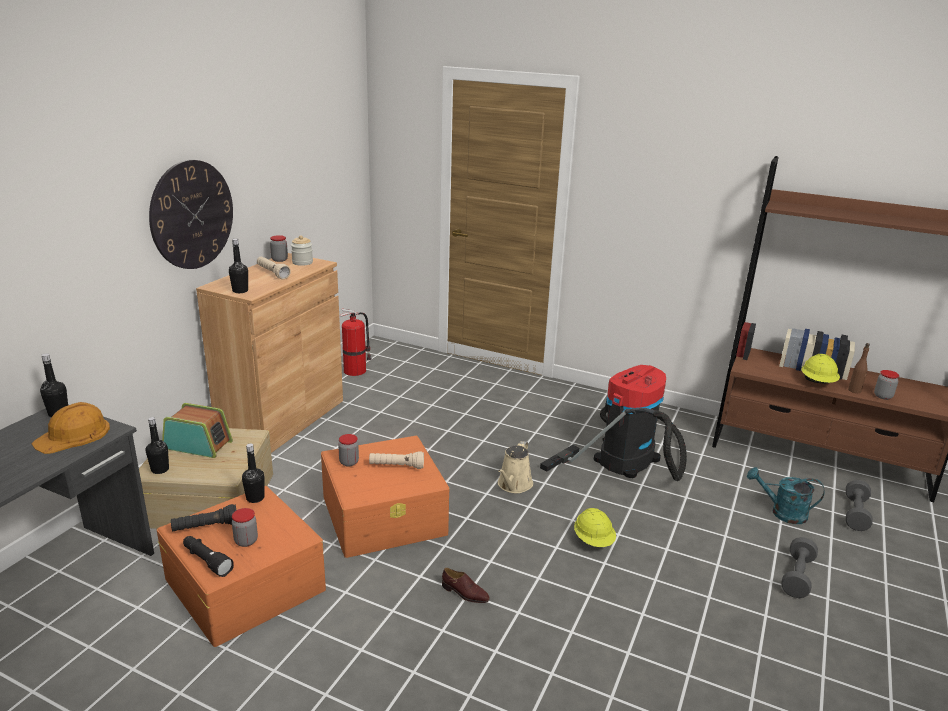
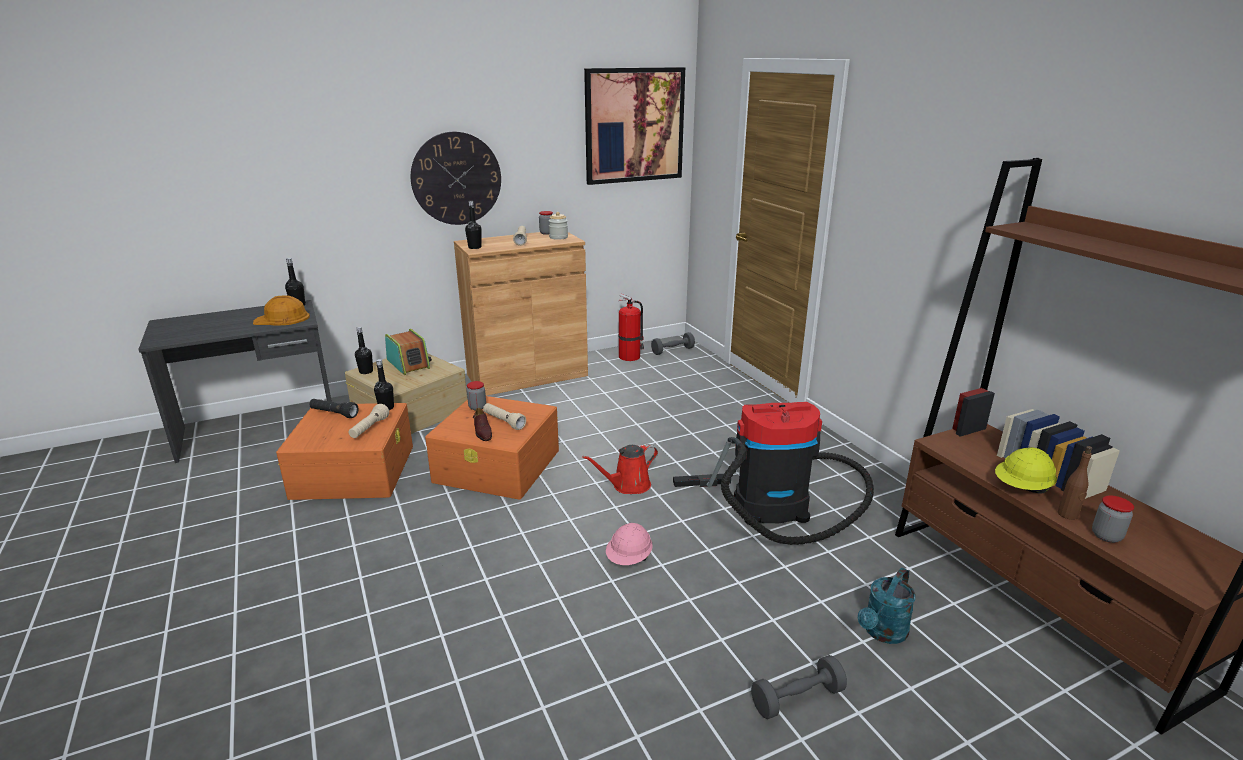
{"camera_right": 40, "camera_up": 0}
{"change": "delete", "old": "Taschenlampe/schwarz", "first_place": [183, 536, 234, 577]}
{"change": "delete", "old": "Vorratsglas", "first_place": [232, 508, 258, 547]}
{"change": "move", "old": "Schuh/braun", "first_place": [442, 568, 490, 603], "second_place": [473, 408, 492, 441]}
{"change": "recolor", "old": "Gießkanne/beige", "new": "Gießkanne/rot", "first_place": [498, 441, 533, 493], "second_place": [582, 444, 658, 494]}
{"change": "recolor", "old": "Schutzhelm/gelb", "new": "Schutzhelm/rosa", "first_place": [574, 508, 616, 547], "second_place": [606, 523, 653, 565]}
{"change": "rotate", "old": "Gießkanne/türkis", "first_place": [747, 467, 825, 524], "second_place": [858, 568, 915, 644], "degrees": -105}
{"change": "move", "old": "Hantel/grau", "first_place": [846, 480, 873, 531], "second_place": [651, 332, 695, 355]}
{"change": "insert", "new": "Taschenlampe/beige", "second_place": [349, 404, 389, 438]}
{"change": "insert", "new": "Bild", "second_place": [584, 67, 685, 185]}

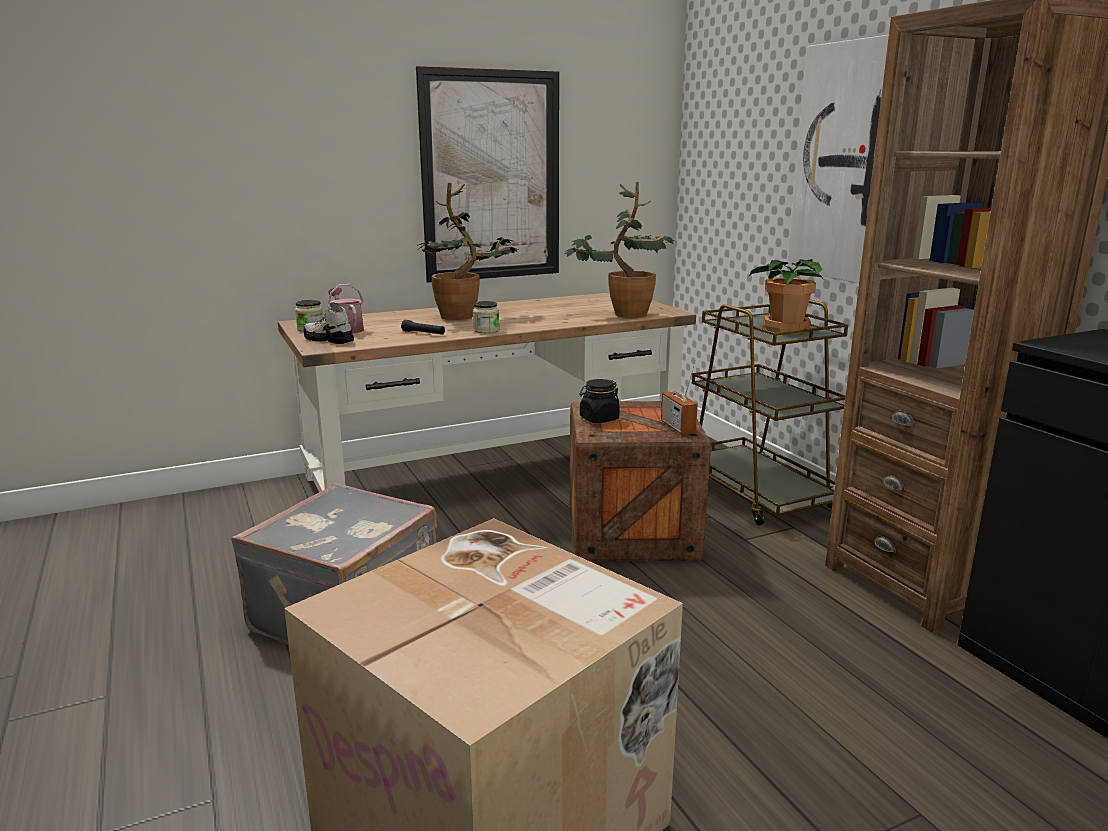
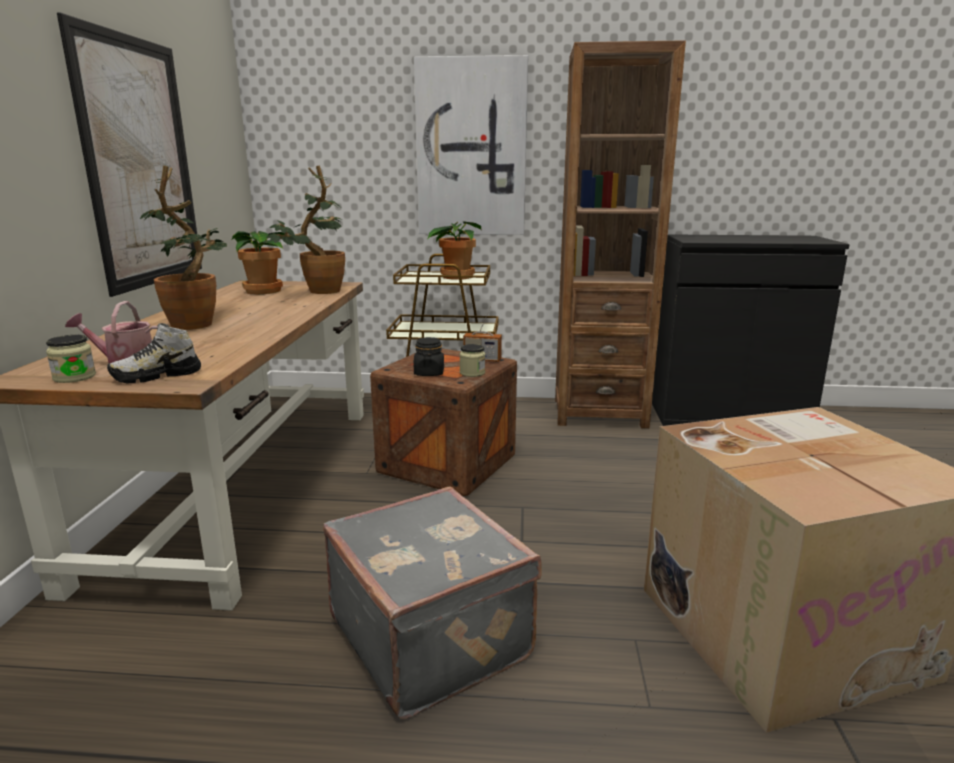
{"camera_right": -60, "camera_up": 0}
{"change": "delete", "old": "Taschenlampe/schwarz", "first_place": [401, 320, 445, 335]}
{"change": "move", "old": "Vorratsglas", "first_place": [473, 301, 499, 333], "second_place": [460, 344, 485, 377]}
{"change": "insert", "new": "Topfpflanze", "second_place": [232, 231, 285, 295]}

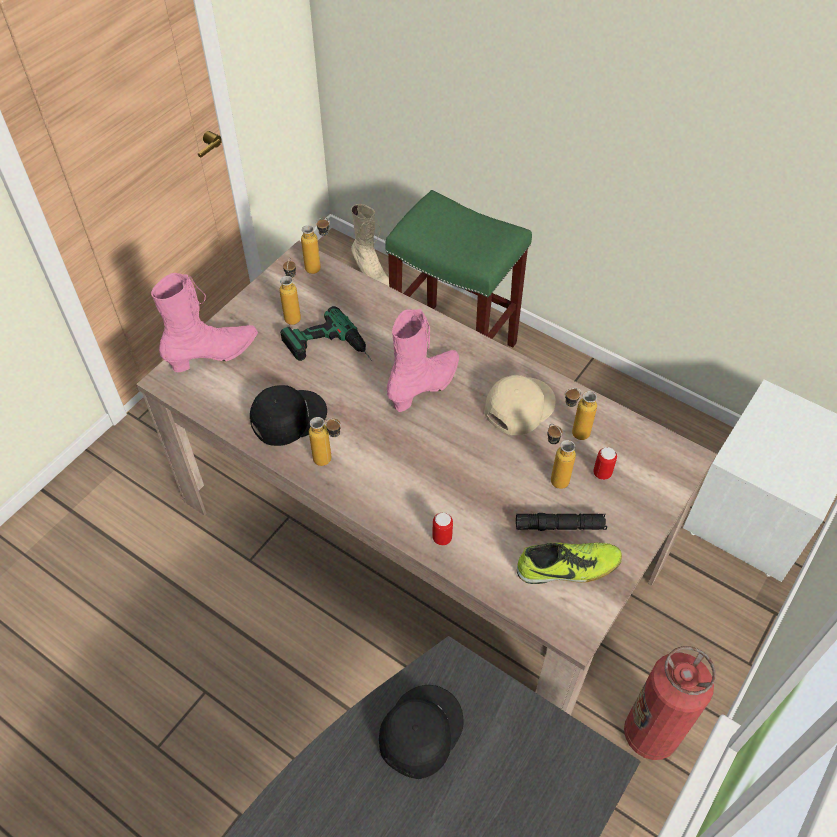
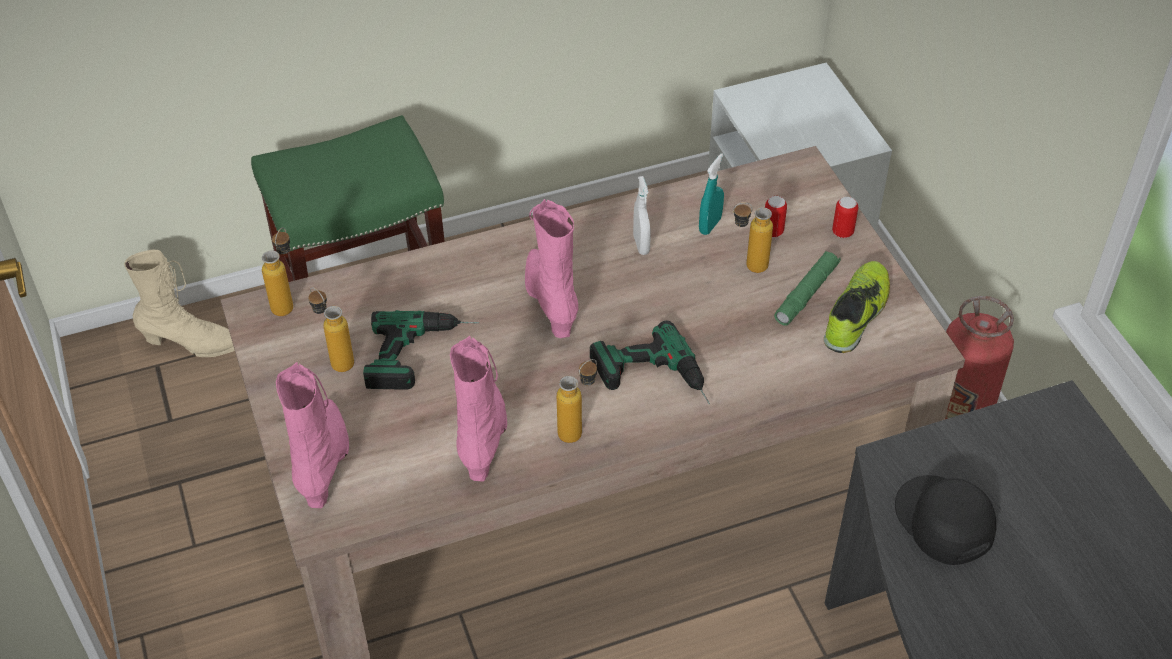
{"camera_right": -55, "camera_up": -5}
{"change": "replace", "old": "Kappe/schwarz", "new": "Stiefel/rosa", "first_place": [250, 385, 327, 446], "second_place": [450, 336, 507, 482]}
{"change": "move", "old": "Dose", "first_place": [432, 512, 453, 545], "second_place": [832, 197, 858, 238]}
{"change": "replace", "old": "Kappe/beige", "new": "Sprühflasche/weiß", "first_place": [485, 375, 556, 435], "second_place": [633, 176, 651, 255]}
{"change": "recolor", "old": "Taschenlampe/schwarz", "new": "Taschenlampe/grün", "first_place": [516, 513, 607, 531], "second_place": [774, 251, 841, 326]}
{"change": "replace", "old": "Flasche", "new": "Sprühflasche/türkis", "first_place": [565, 388, 597, 440], "second_place": [699, 153, 724, 235]}
{"change": "insert", "new": "Bohrmaschine", "second_place": [590, 321, 710, 404]}

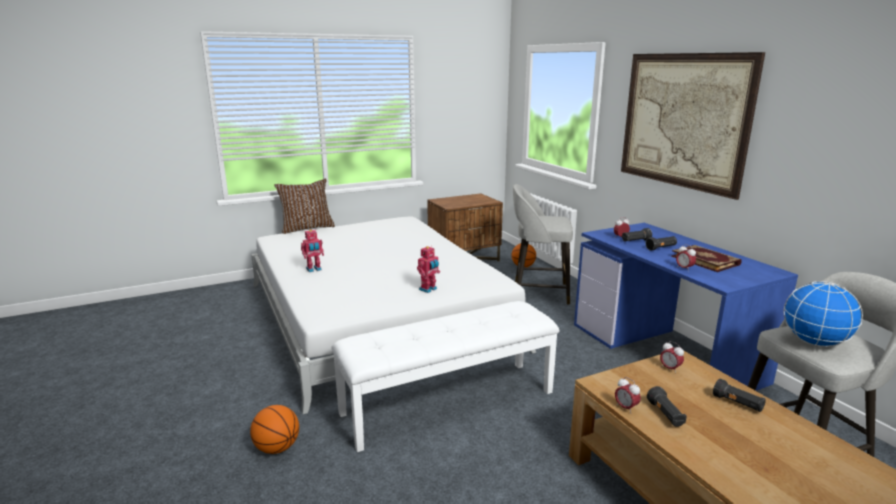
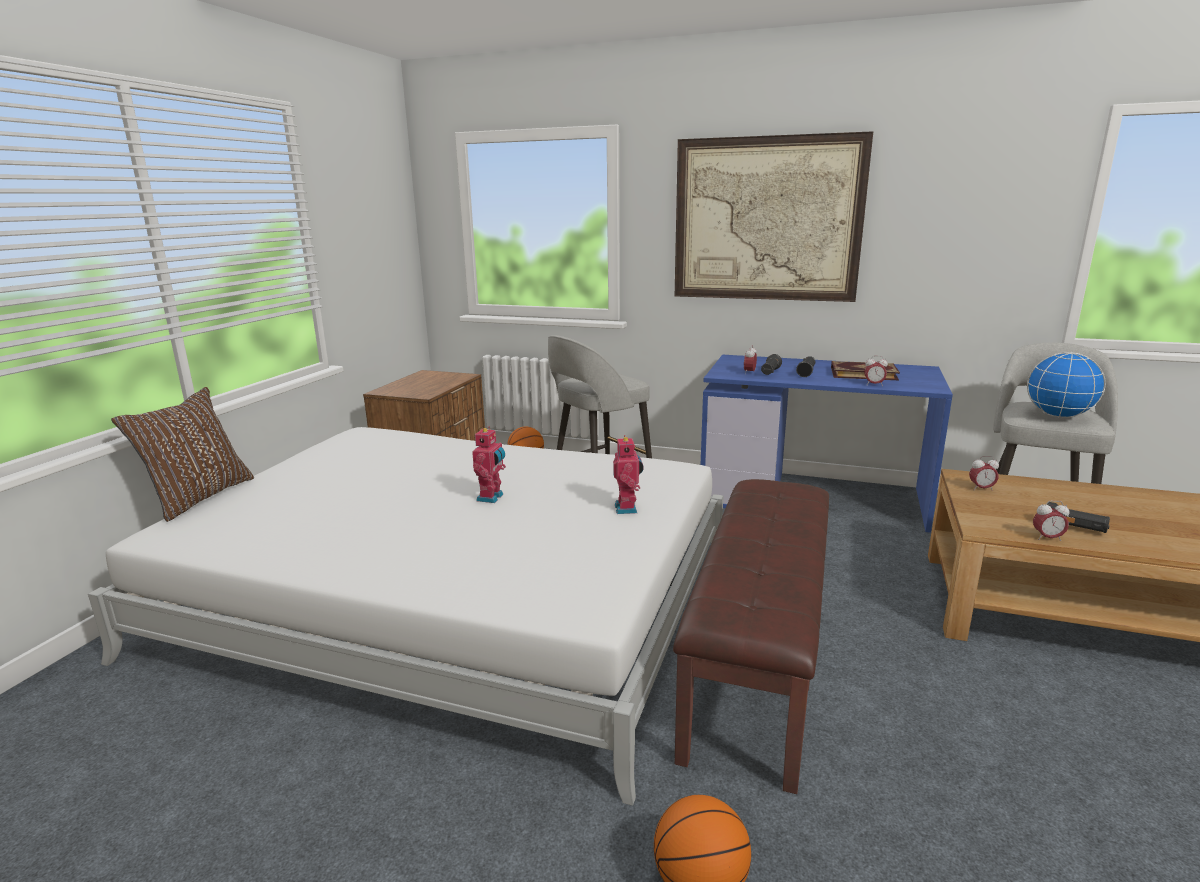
{"camera_right": -45, "camera_up": 0}
{"change": "move", "old": "Spielzeugroboter", "first_place": [301, 229, 324, 272], "second_place": [472, 427, 506, 503]}
{"change": "recolor", "old": "Bank/weiß", "new": "Bank/braun", "first_place": [331, 301, 560, 452], "second_place": [673, 479, 829, 794]}
{"change": "delete", "old": "Taschenlampe/schwarz", "first_place": [713, 379, 766, 412]}

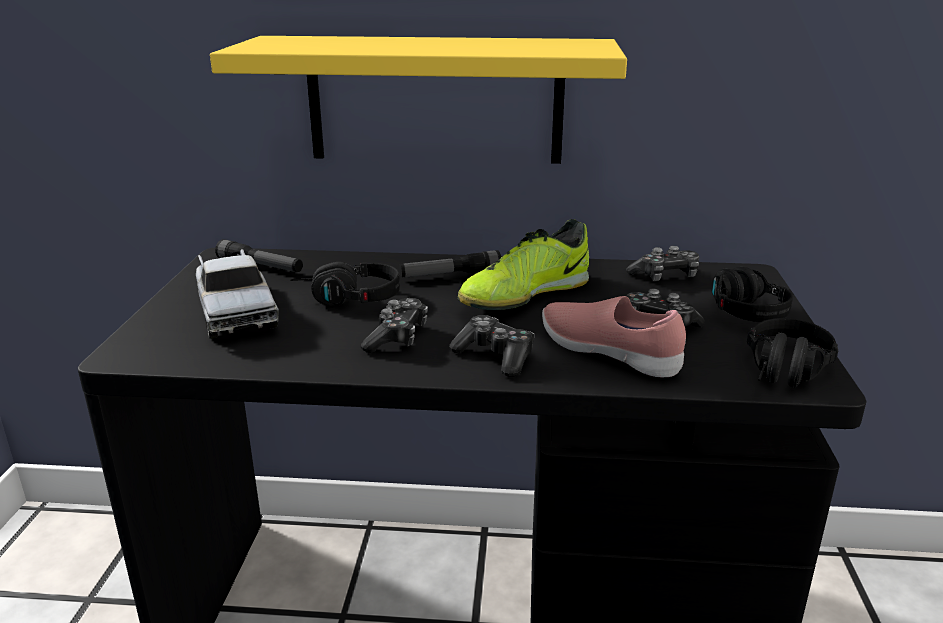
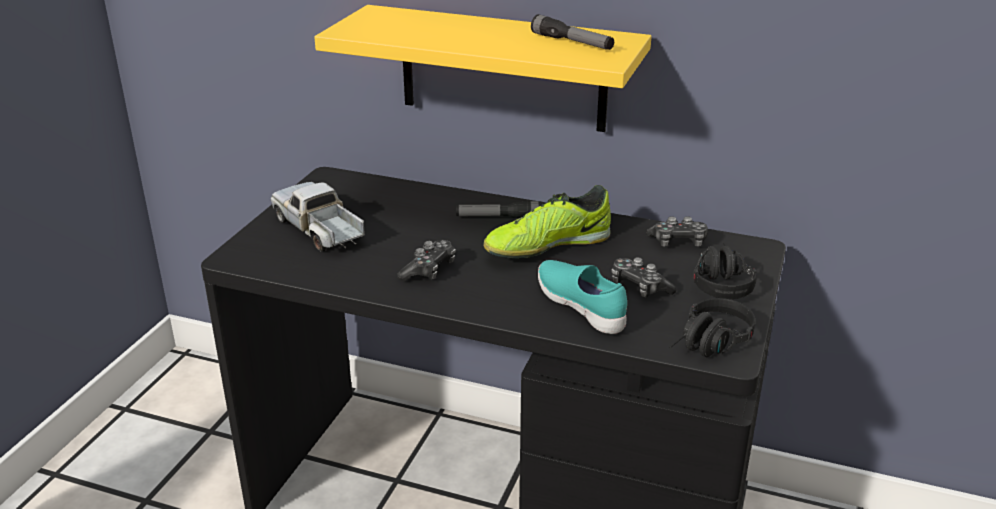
{"camera_right": 15, "camera_up": 5}
{"change": "rotate", "old": "Spielzeuglaster", "first_place": [196, 249, 279, 339], "second_place": [271, 182, 365, 252], "degrees": 150}
{"change": "move", "old": "Taschenlampe", "first_place": [215, 239, 303, 272], "second_place": [531, 14, 614, 50]}
{"change": "delete", "old": "Kopfhörer/schwarz", "first_place": [290, 262, 400, 306]}
{"change": "delete", "old": "Gamepad", "first_place": [449, 315, 535, 377]}
{"change": "recolor", "old": "Schuh/rosa", "new": "Schuh/türkis", "first_place": [542, 296, 686, 377], "second_place": [538, 260, 627, 334]}

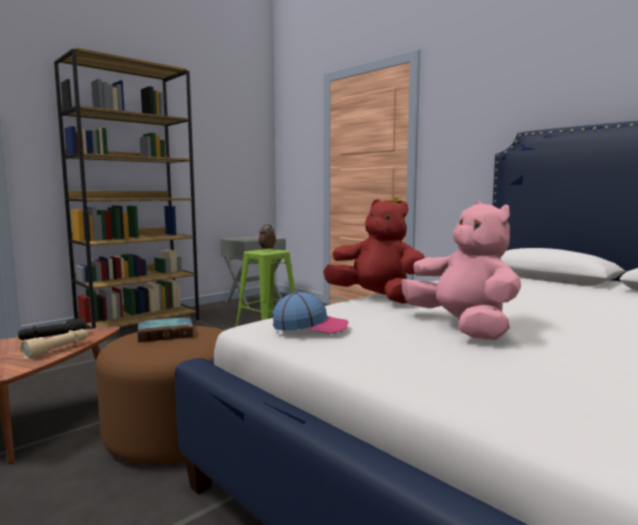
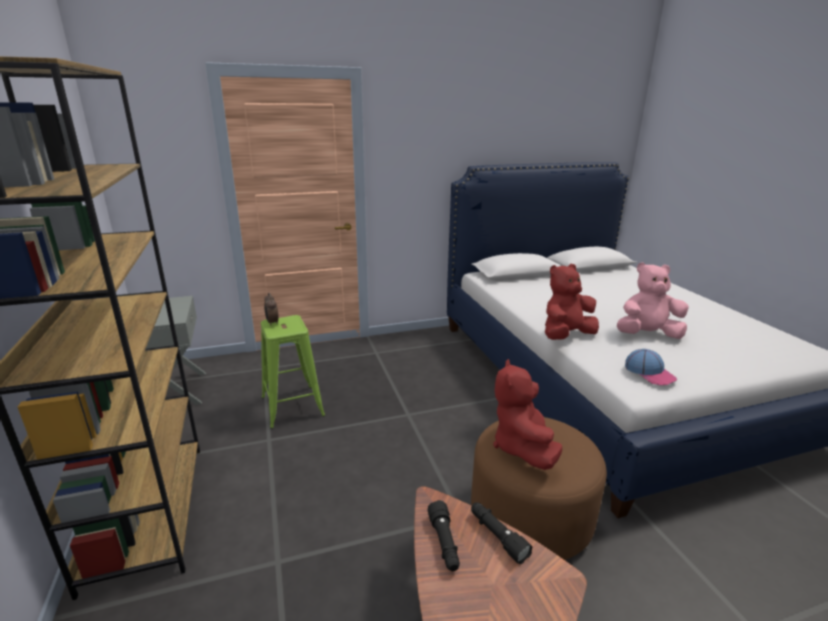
{"camera_right": -65, "camera_up": 15}
{"change": "recolor", "old": "Taschenlampe/beige", "new": "Taschenlampe/schwarz", "first_place": [20, 329, 89, 359], "second_place": [471, 502, 532, 564]}
{"change": "replace", "old": "Buch", "new": "Plüschtier/rot", "first_place": [138, 317, 193, 342], "second_place": [493, 359, 562, 470]}
{"change": "rotate", "old": "Kappe", "first_place": [272, 291, 349, 334], "second_place": [625, 349, 678, 385], "degrees": 120}

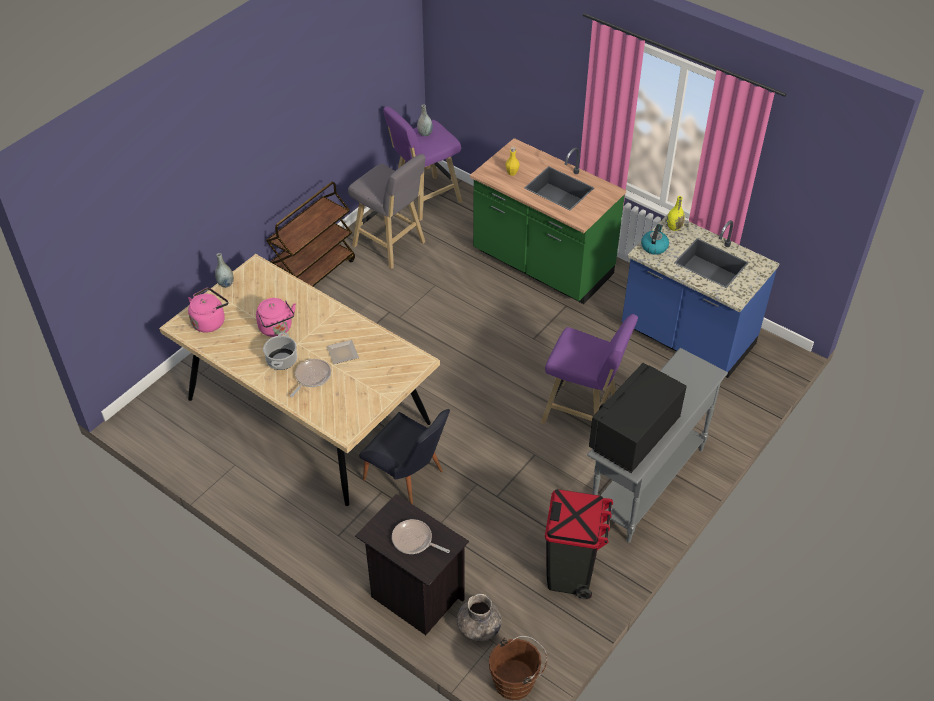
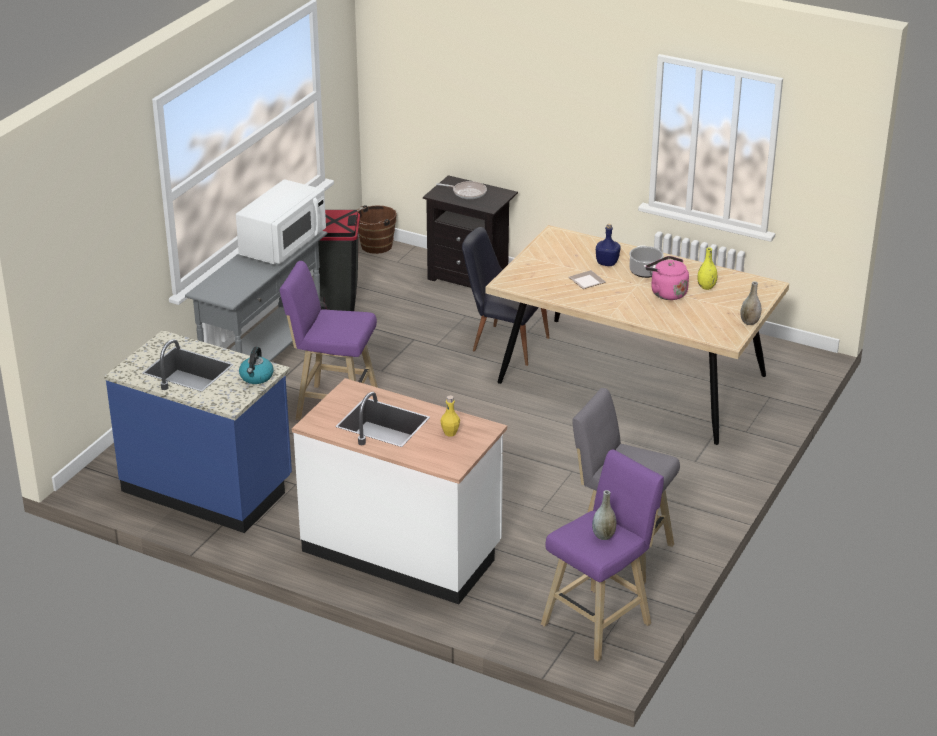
{"camera_right": 170, "camera_up": -15}
{"change": "delete", "old": "Wasserkessel/rosa", "first_place": [188, 288, 229, 333]}
{"change": "delete", "old": "Rollwagen/braun", "first_place": [266, 182, 355, 287]}
{"change": "replace", "old": "Pfanne", "new": "Flasche/blau", "first_place": [290, 359, 331, 397], "second_place": [596, 224, 621, 266]}
{"change": "delete", "old": "Vase/grau", "first_place": [457, 594, 502, 642]}
{"change": "recolor", "old": "Küchenzeile/grün", "new": "Küchenzeile/weiß", "first_place": [470, 138, 626, 304], "second_place": [292, 378, 507, 604]}
{"change": "recolor", "old": "Mikrowelle/schwarz", "new": "Mikrowelle/weiß", "first_place": [589, 363, 687, 473], "second_place": [236, 179, 326, 264]}
{"change": "move", "old": "Vase/gelb", "first_place": [667, 196, 685, 231], "second_place": [698, 247, 717, 290]}

